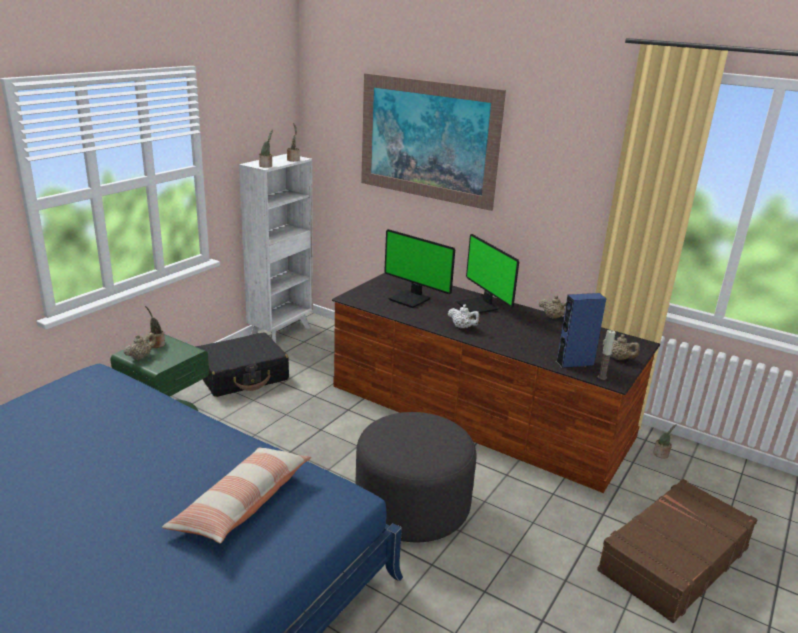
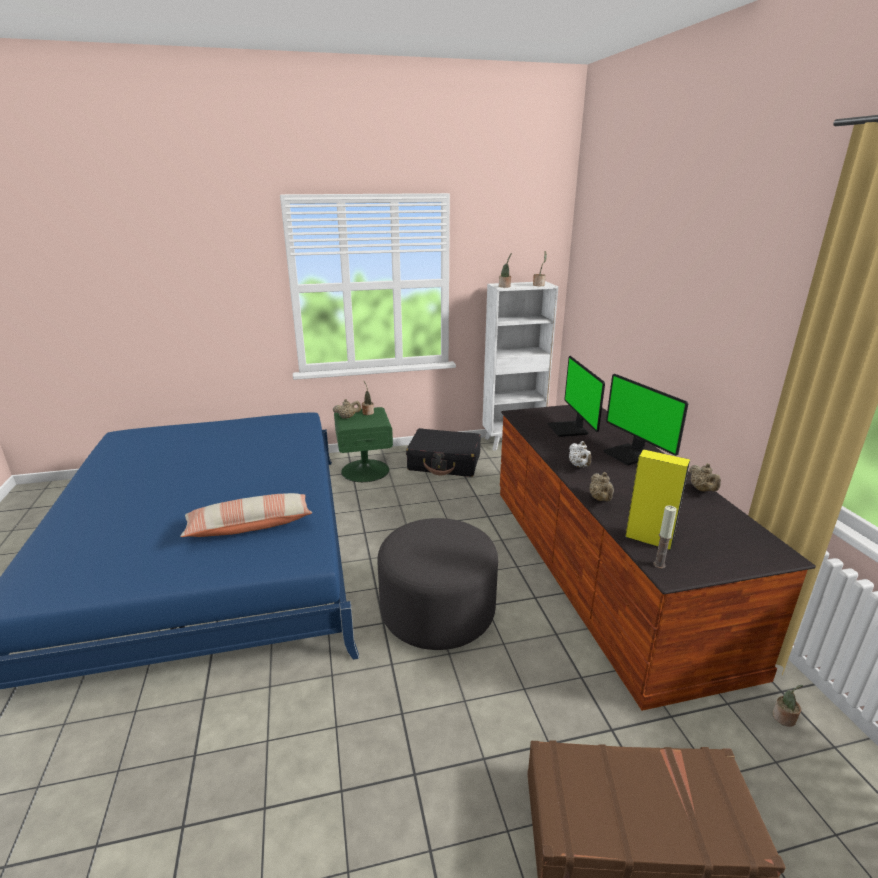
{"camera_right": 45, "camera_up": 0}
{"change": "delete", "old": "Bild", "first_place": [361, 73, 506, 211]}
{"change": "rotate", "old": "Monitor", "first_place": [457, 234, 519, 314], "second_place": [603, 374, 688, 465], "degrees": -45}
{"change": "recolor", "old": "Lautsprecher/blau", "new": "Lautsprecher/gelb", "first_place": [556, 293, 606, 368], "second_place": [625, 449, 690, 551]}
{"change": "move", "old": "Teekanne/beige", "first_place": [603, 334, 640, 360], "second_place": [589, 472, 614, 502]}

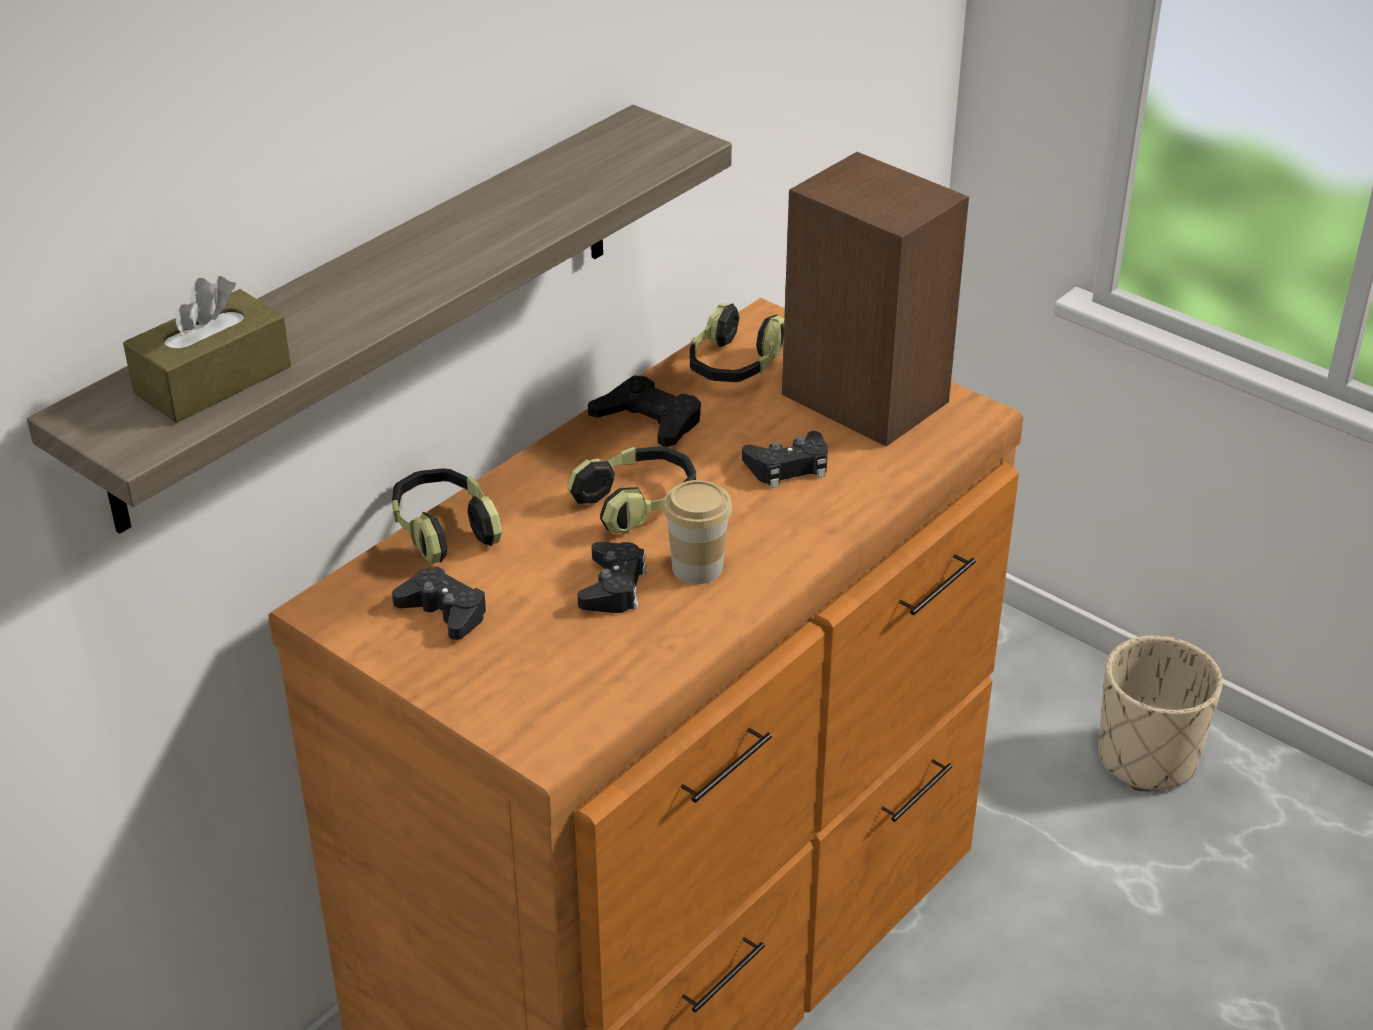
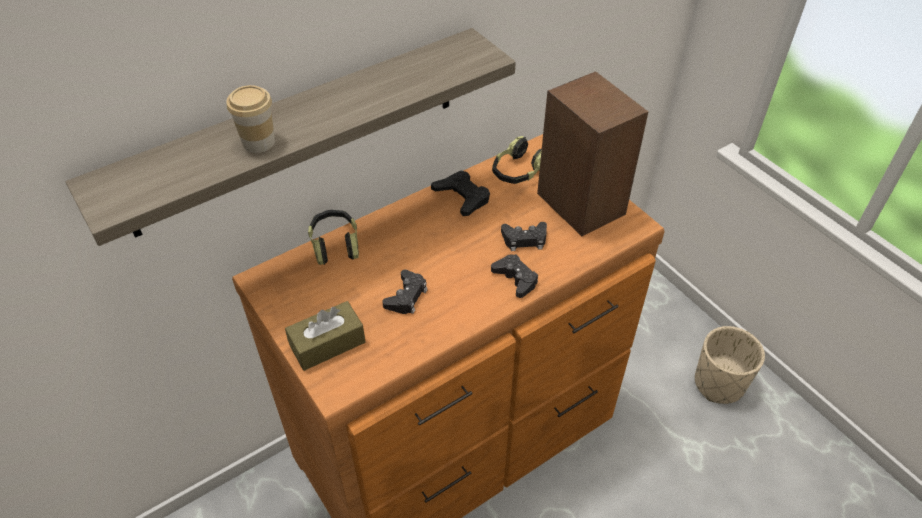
{"camera_right": 15, "camera_up": 10}
{"change": "move", "old": "Taschentuchbox/braun", "first_place": [123, 276, 291, 423], "second_place": [285, 301, 366, 371]}
{"change": "move", "old": "Gamepad/schwarz", "first_place": [392, 566, 487, 640], "second_place": [491, 254, 538, 298]}
{"change": "delete", "old": "Kopfhörer", "first_place": [567, 446, 696, 533]}
{"change": "move", "old": "Tasse", "first_place": [663, 480, 732, 584], "second_place": [226, 85, 275, 153]}

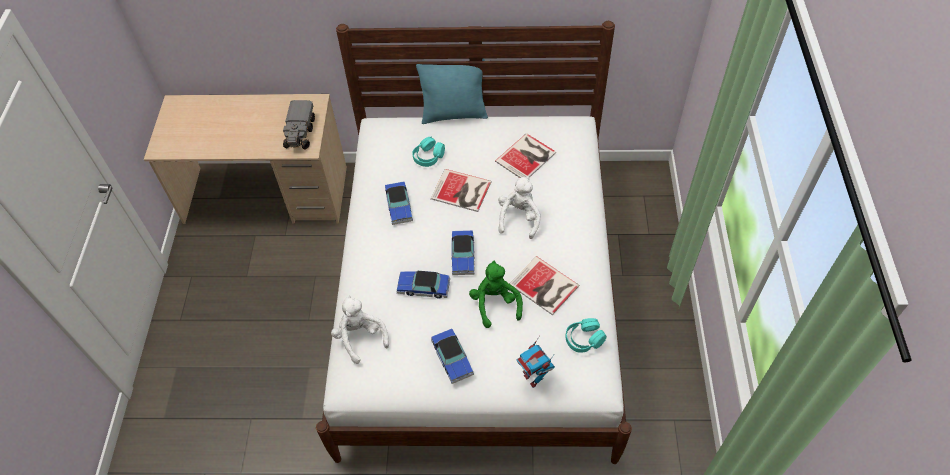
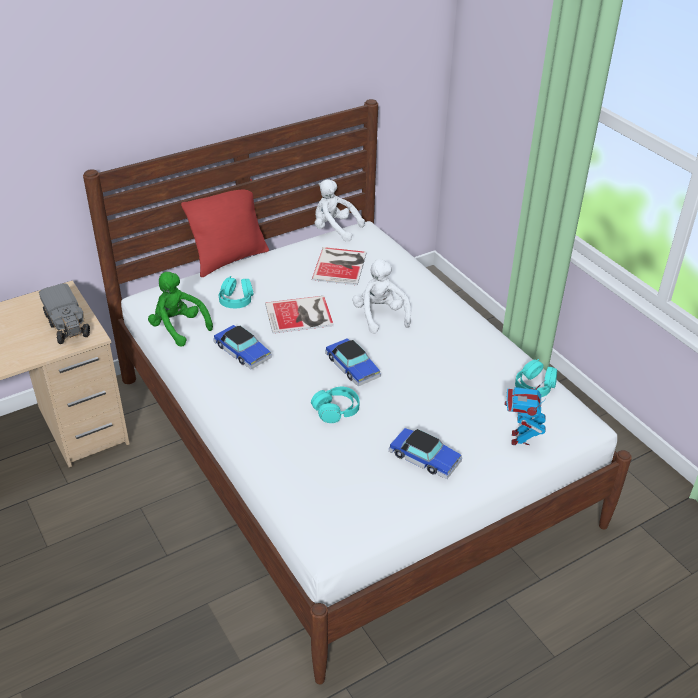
{"camera_right": -35, "camera_up": -15}
{"change": "move", "old": "Plüschtier/weiß", "first_place": [331, 295, 389, 364], "second_place": [315, 179, 365, 241]}
{"change": "replace", "old": "Spielzeugauto", "new": "Kopfhörer/türkis", "first_place": [396, 271, 450, 298], "second_place": [311, 387, 360, 423]}
{"change": "recolor", "old": "Kissen/türkis", "new": "Kissen/rot", "first_place": [416, 59, 488, 124], "second_place": [181, 179, 269, 277]}
{"change": "move", "old": "Plüschtier/grün", "first_place": [469, 260, 523, 328], "second_place": [148, 272, 213, 347]}
{"change": "delete", "old": "Buch", "first_place": [510, 256, 580, 315]}
{"change": "rotate", "old": "Spielzeugroboter", "first_place": [516, 336, 555, 388], "second_place": [504, 379, 546, 445], "degrees": 75}

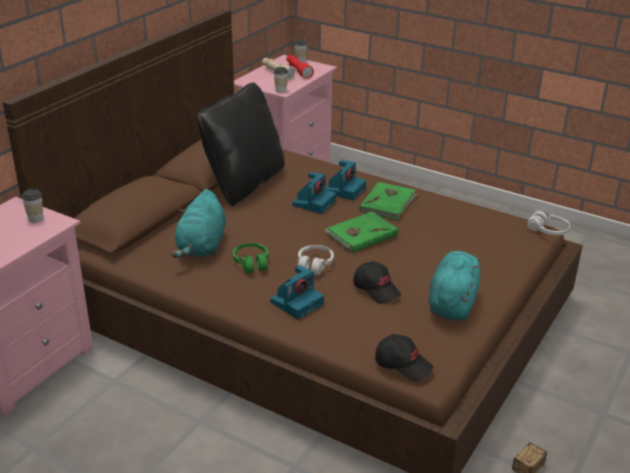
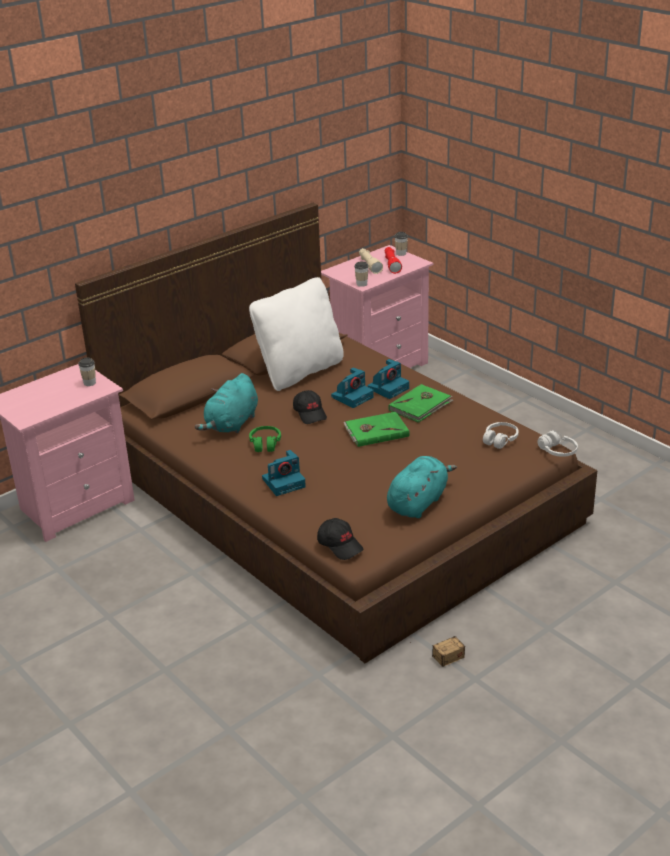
{"camera_right": 20, "camera_up": 0}
{"change": "recolor", "old": "Kissen/schwarz", "new": "Kissen/weiß", "first_place": [196, 83, 285, 206], "second_place": [249, 277, 344, 391]}
{"change": "move", "old": "Kopfhörer/weiß", "first_place": [298, 245, 334, 275], "second_place": [483, 422, 519, 449]}
{"change": "move", "old": "Kappe/schwarz", "first_place": [353, 261, 401, 304], "second_place": [293, 390, 327, 424]}

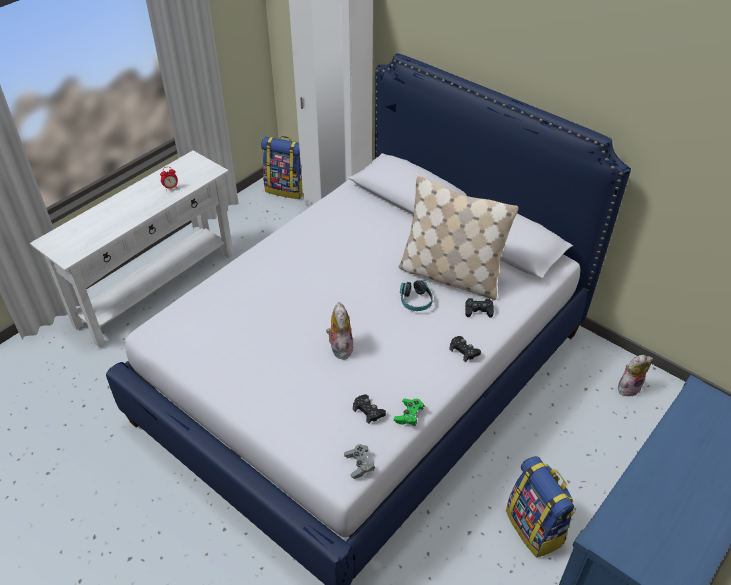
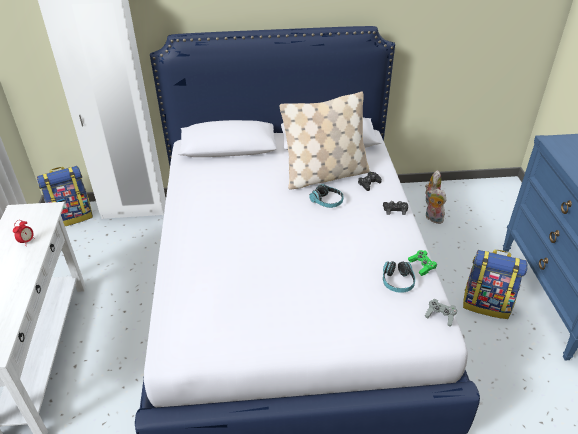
{"camera_right": -45, "camera_up": -5}
{"change": "move", "old": "Plüschtier", "first_place": [326, 302, 354, 360], "second_place": [426, 188, 447, 224]}
{"change": "replace", "old": "Gamepad/schwarz", "new": "Kopfhörer", "first_place": [353, 394, 386, 424], "second_place": [383, 261, 415, 293]}

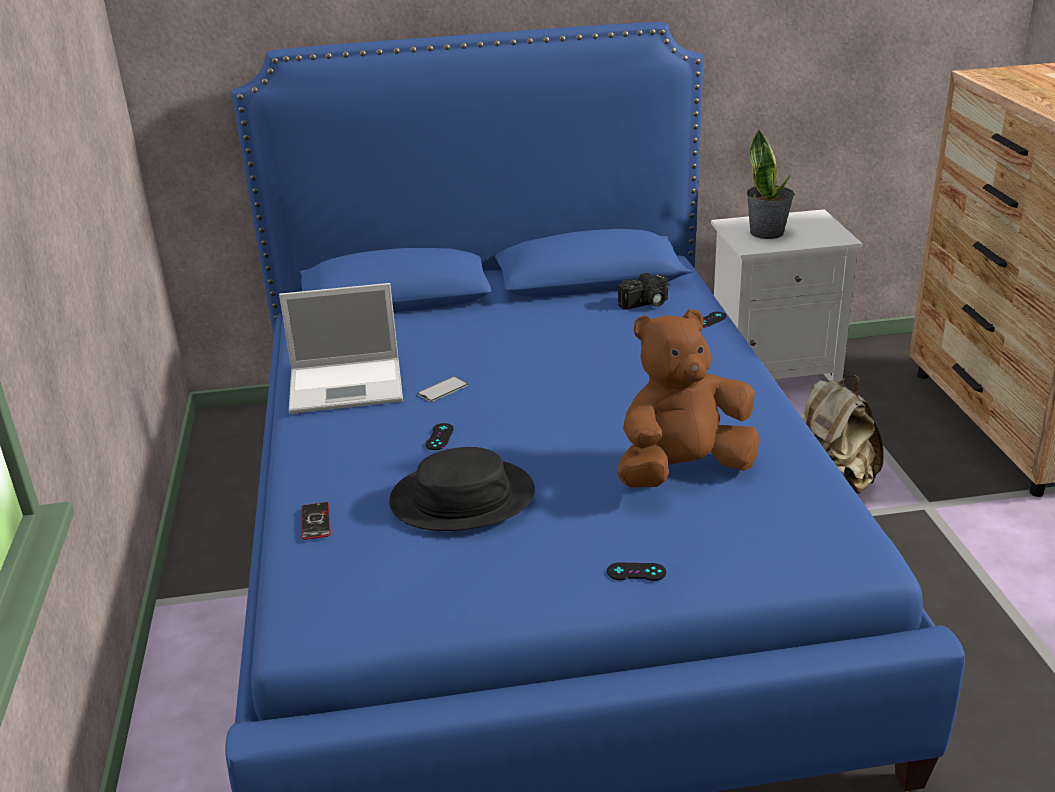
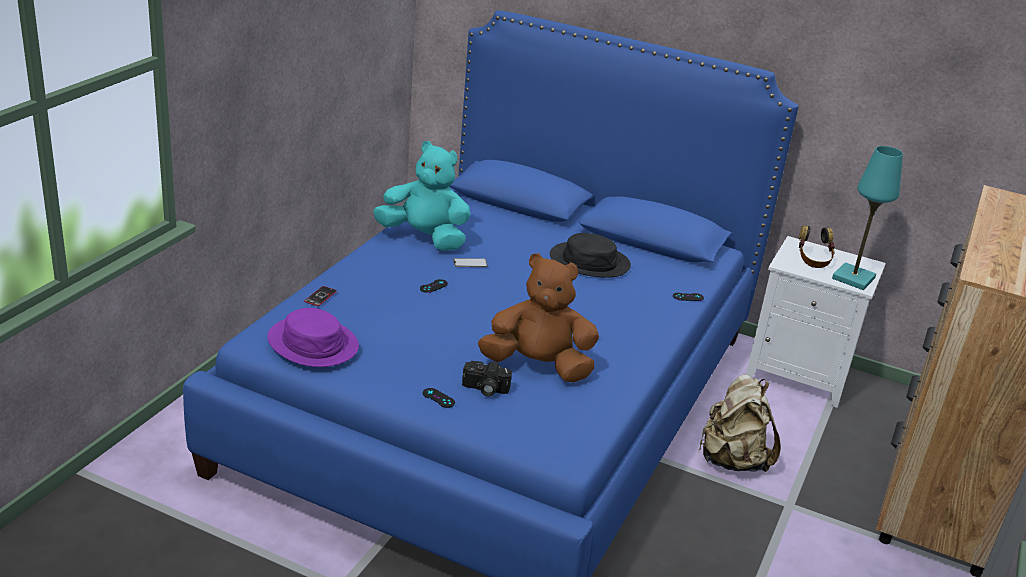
{"camera_right": 30, "camera_up": 0}
{"change": "replace", "old": "Laptop", "new": "Plüschtier/türkis", "first_place": [279, 283, 403, 414], "second_place": [373, 141, 471, 251]}
{"change": "move", "old": "Hut/schwarz", "first_place": [389, 447, 535, 531], "second_place": [550, 233, 631, 278]}
{"change": "move", "old": "Kamera", "first_place": [618, 273, 669, 309], "second_place": [462, 361, 512, 397]}
{"change": "replace", "old": "Topfpflanze", "new": "Kopfhörer", "first_place": [747, 128, 795, 239], "second_place": [799, 225, 835, 268]}
{"change": "insert", "new": "Hut/lila", "second_place": [267, 308, 359, 367]}
{"change": "insert", "new": "Tischlampe/türkis", "second_place": [832, 146, 903, 290]}

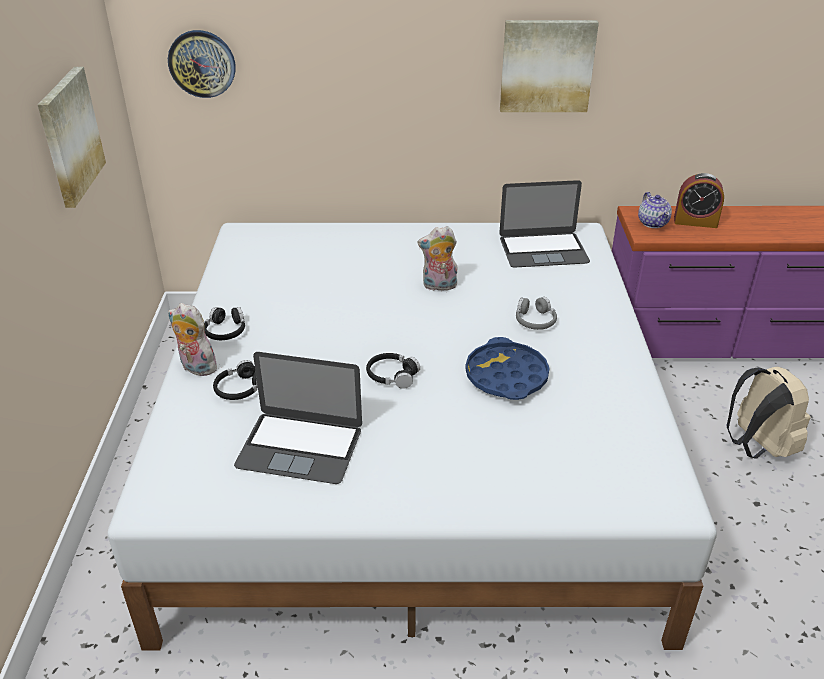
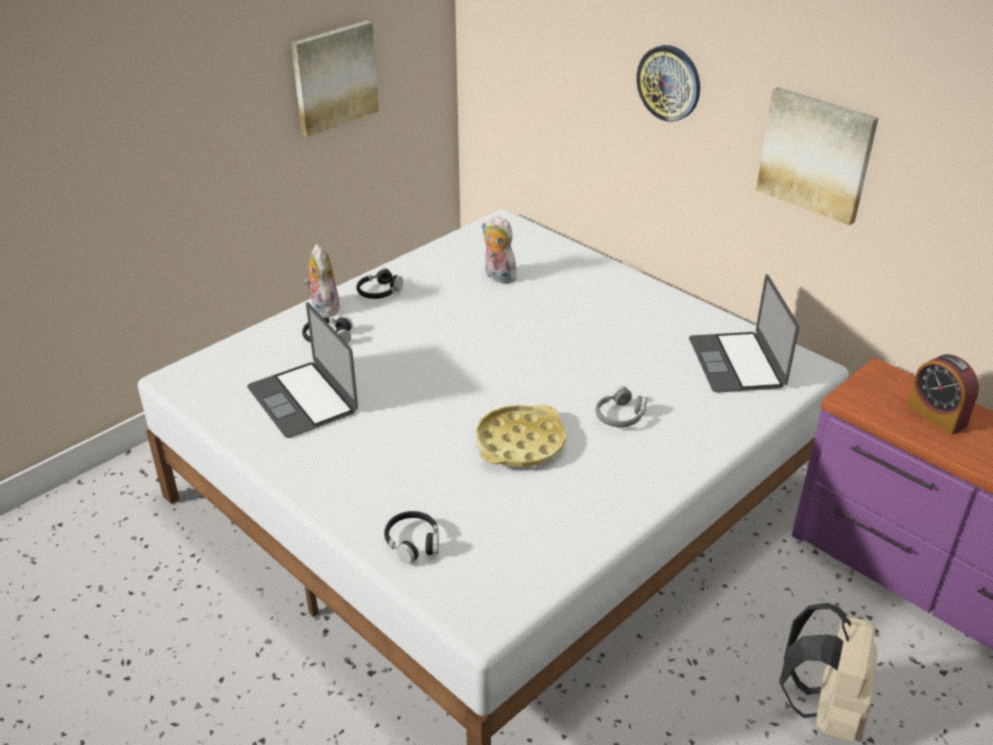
{"camera_right": 45, "camera_up": 0}
{"change": "move", "old": "Wanduhr", "first_place": [168, 30, 236, 98], "second_place": [636, 45, 700, 122]}
{"change": "move", "old": "Kopfhörer/schwarz", "first_place": [366, 353, 420, 389], "second_place": [384, 511, 439, 564]}
{"change": "move", "old": "Plüschtier", "first_place": [417, 226, 458, 291], "second_place": [481, 215, 518, 283]}
{"change": "recolor", "old": "Tablett/blau", "new": "Tablett/gelb", "first_place": [465, 337, 550, 400], "second_place": [476, 404, 566, 468]}
{"change": "rotate", "old": "Laptop", "first_place": [499, 180, 590, 268], "second_place": [689, 274, 799, 393], "degrees": 45}
{"change": "delete", "old": "Teekanne", "first_place": [638, 192, 672, 228]}

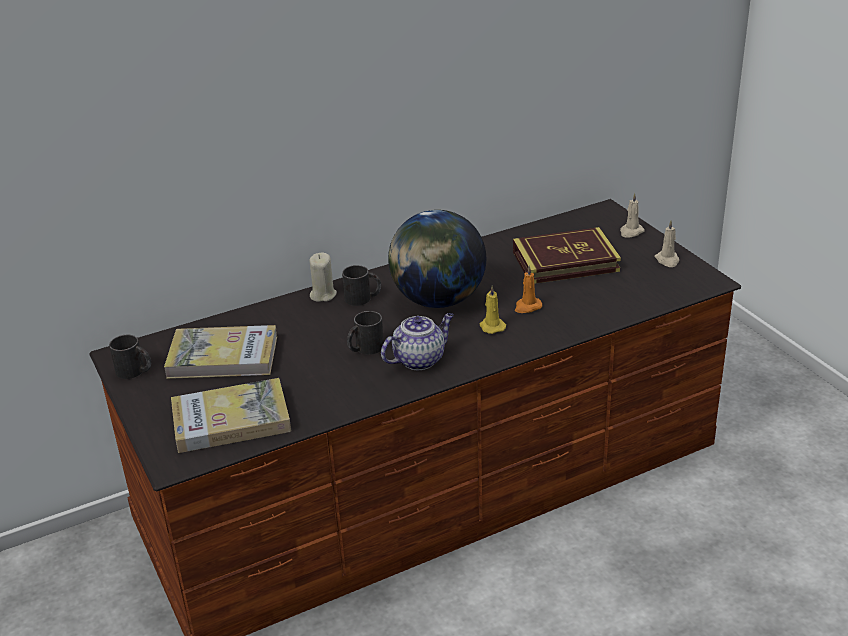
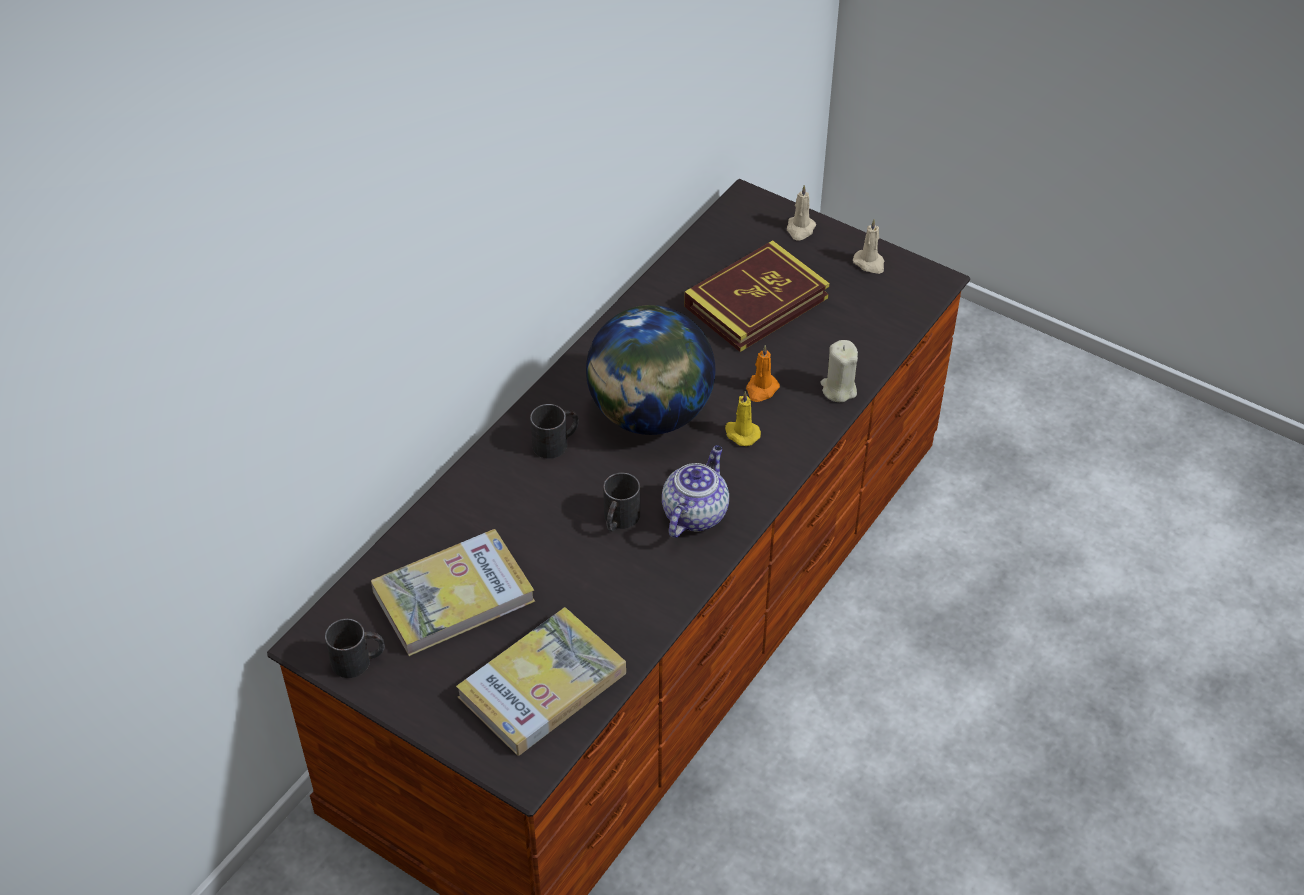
{"camera_right": -30, "camera_up": 15}
{"change": "move", "old": "Kerze/beige", "first_place": [309, 253, 337, 302], "second_place": [820, 340, 858, 402]}

